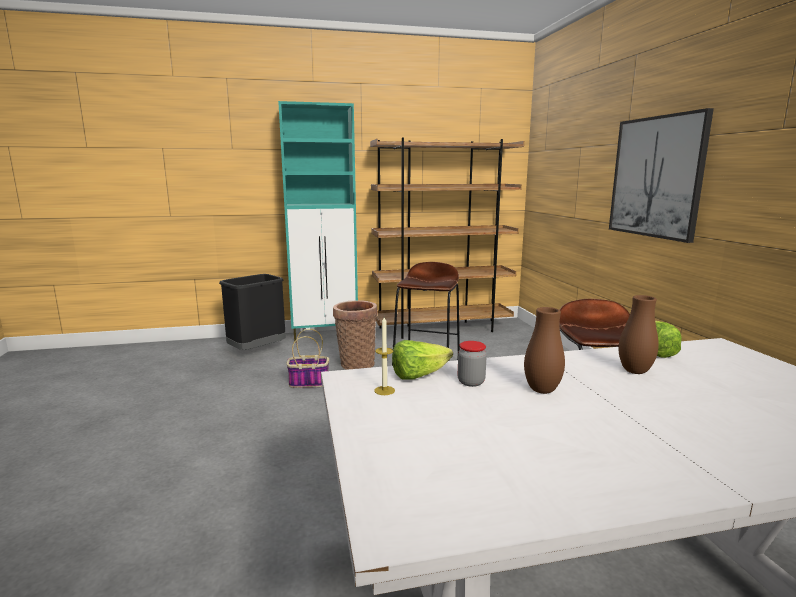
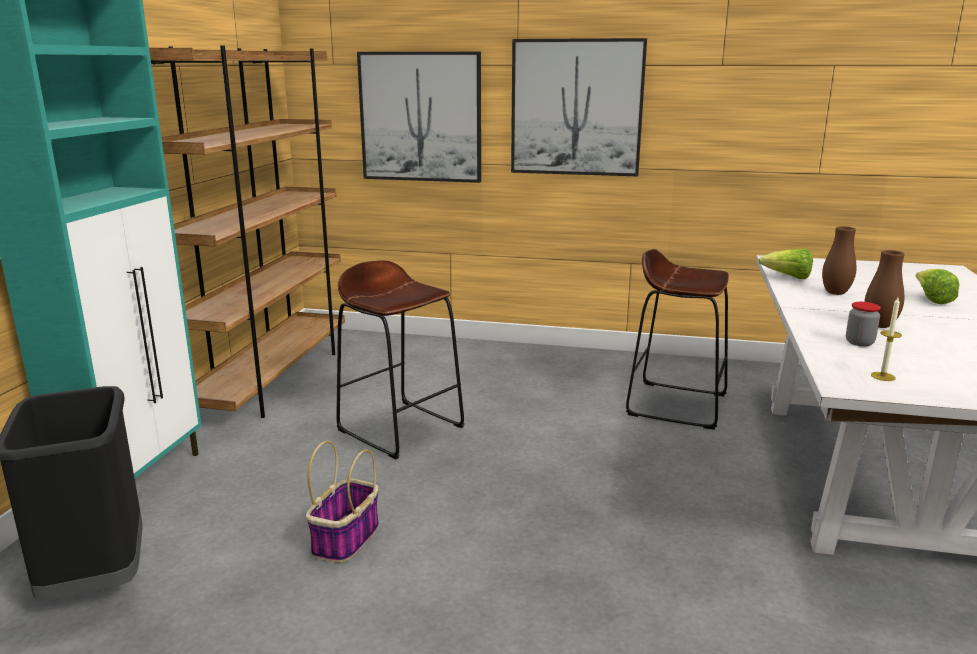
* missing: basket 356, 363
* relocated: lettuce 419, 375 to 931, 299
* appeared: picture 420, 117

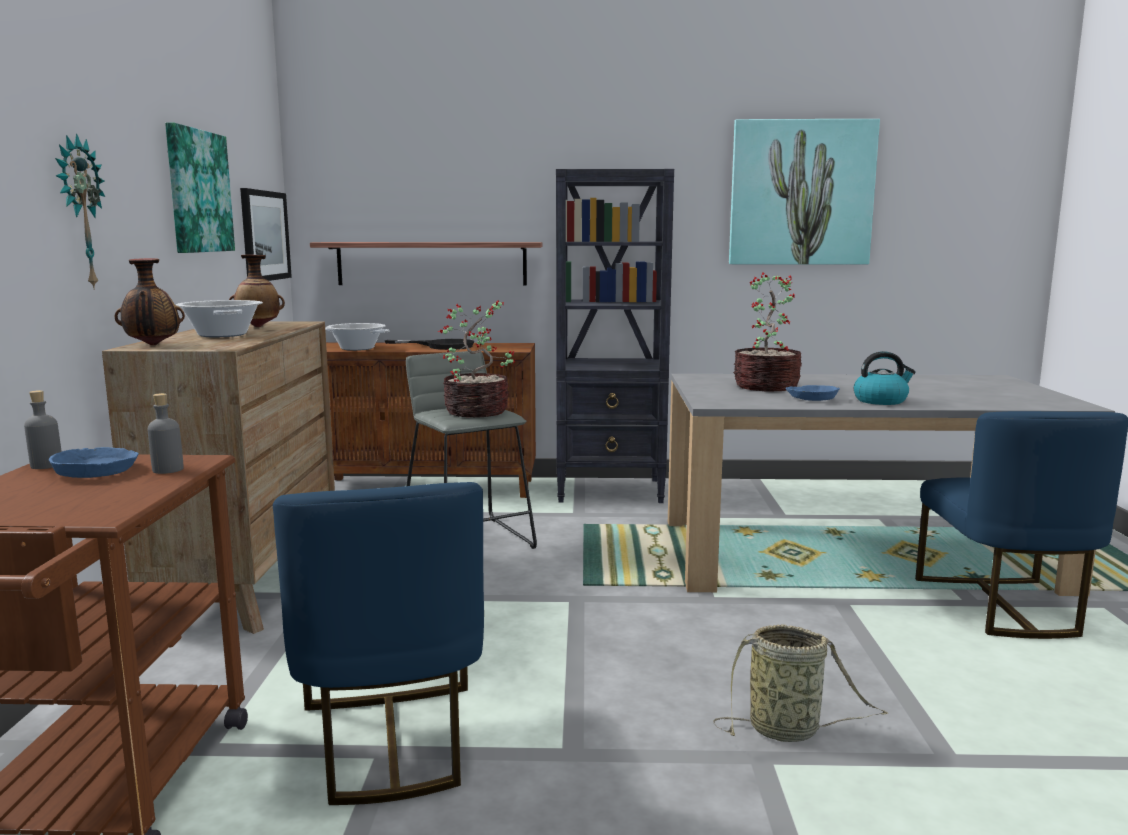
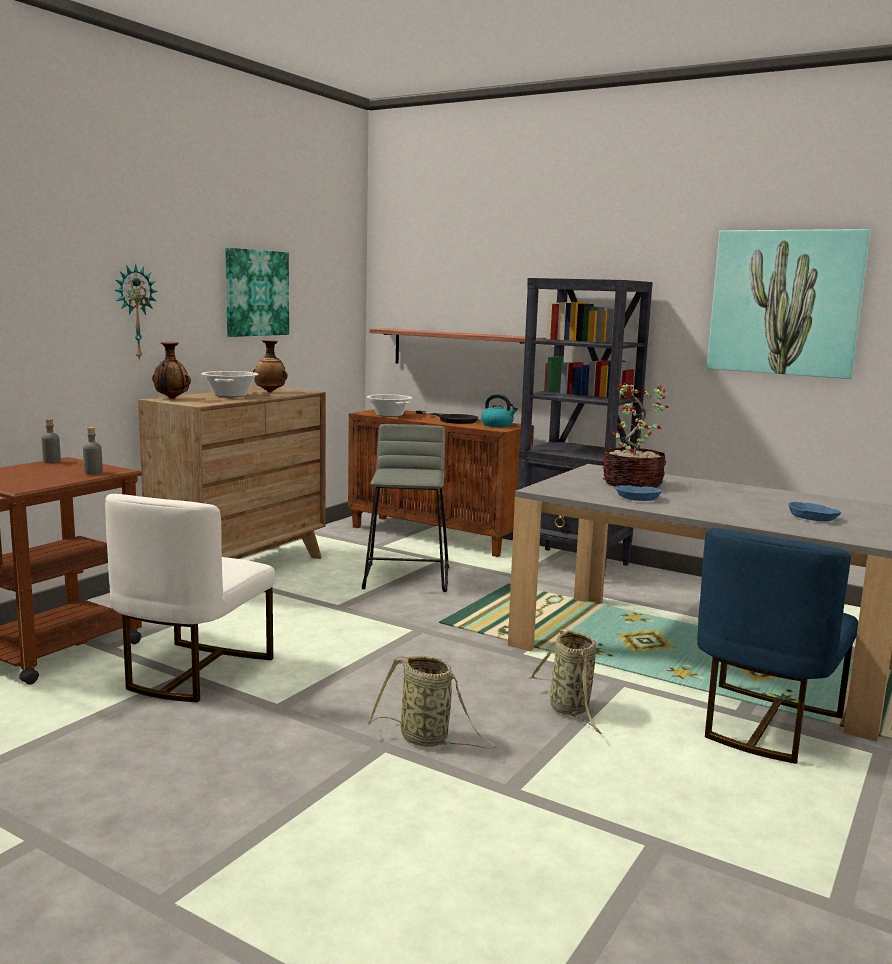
* relocated: blue bowl 97, 471 to 813, 517
* missing: picture 264, 236
* colour: blue chair 390, 742 to white chair 193, 672
* missing: potted plant 478, 411
* relocated: kettle 881, 401 to 497, 425
* appeared: basket 570, 710

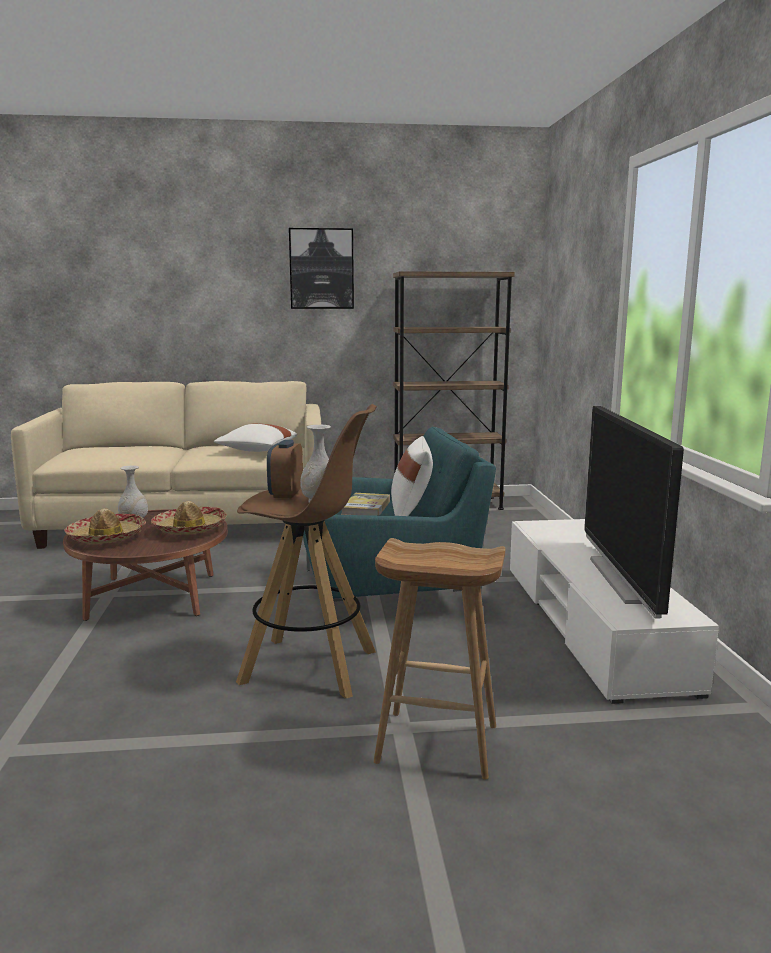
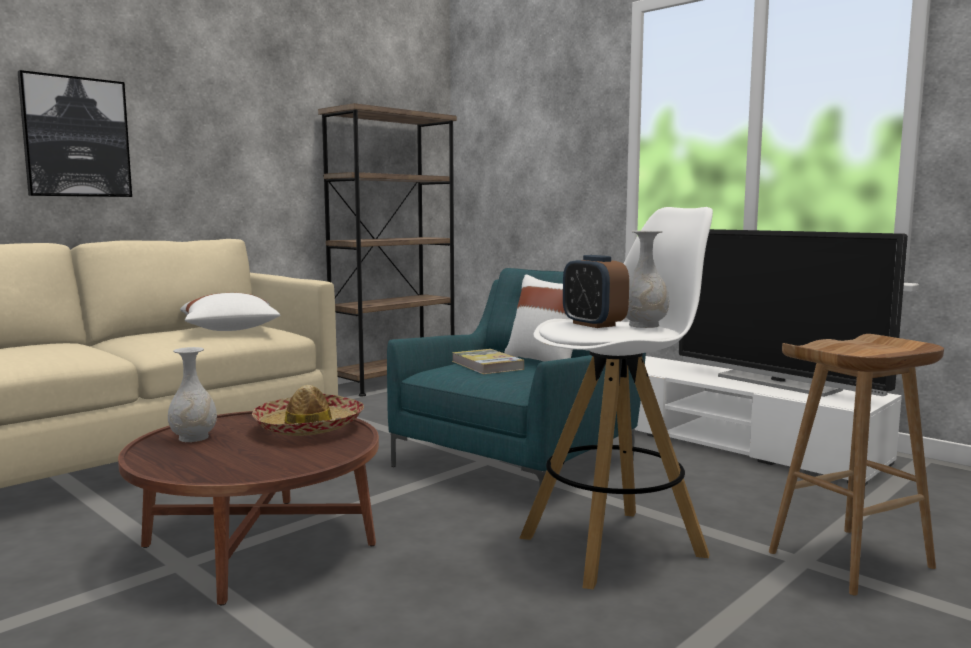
* missing: hat 106, 537
* colour: brown stool 311, 667 to white stool 614, 546
* relocated: picture 321, 269 to 76, 137

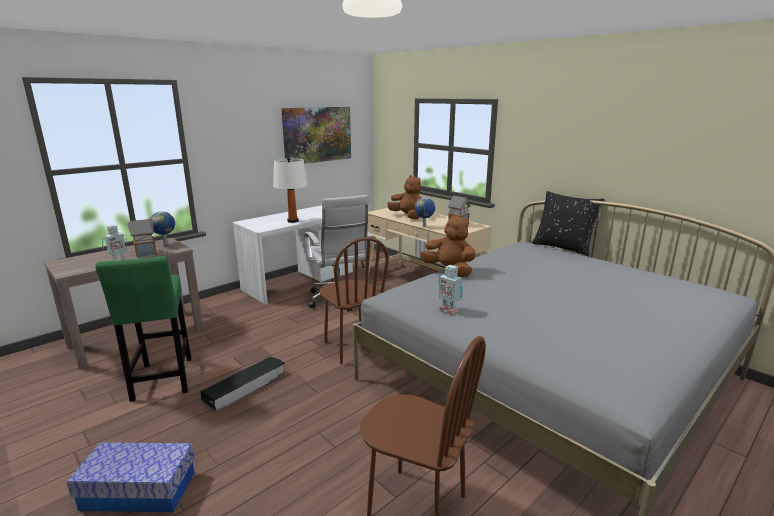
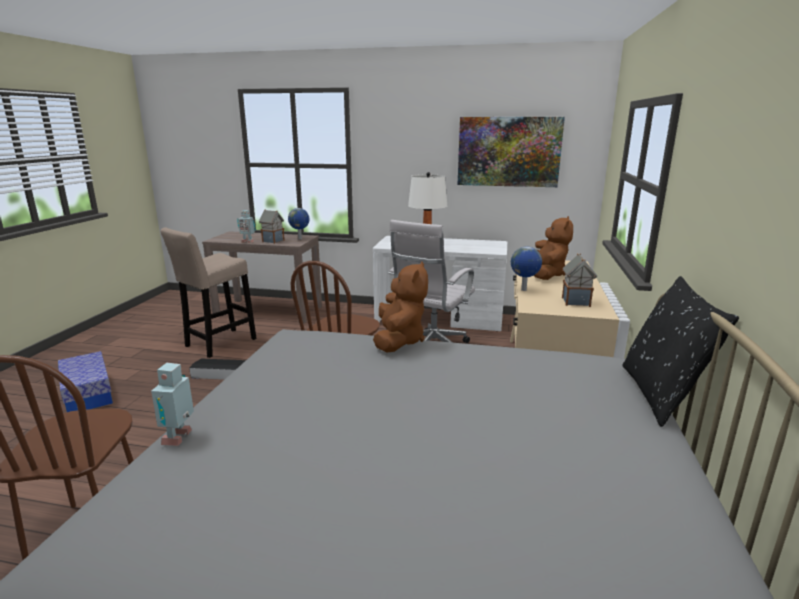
* colour: green stool 163, 381 to beige stool 218, 344
* relocated: toy robot 448, 310 to 180, 437

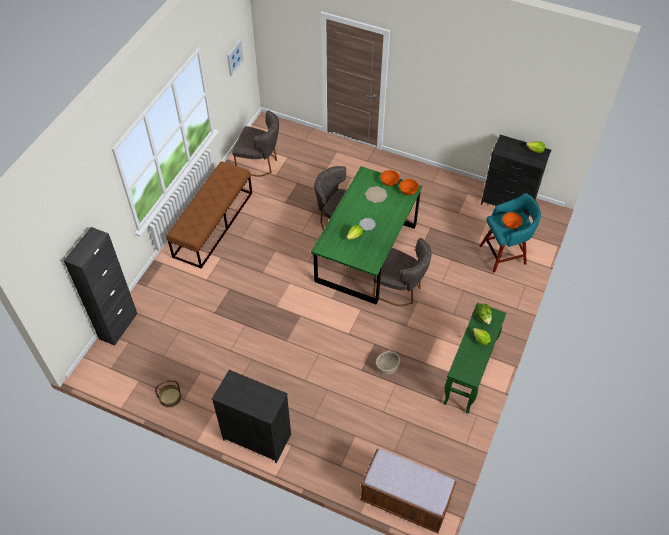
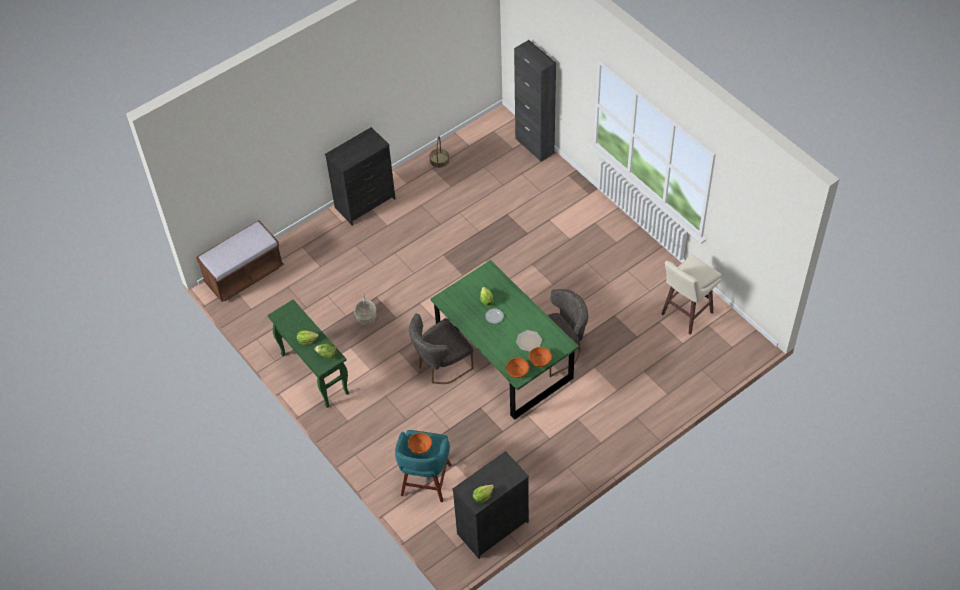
* missing: brown bench 213, 224
* missing: picture 234, 57
* exchanged: grey chair 260, 163 to beige stool 685, 314

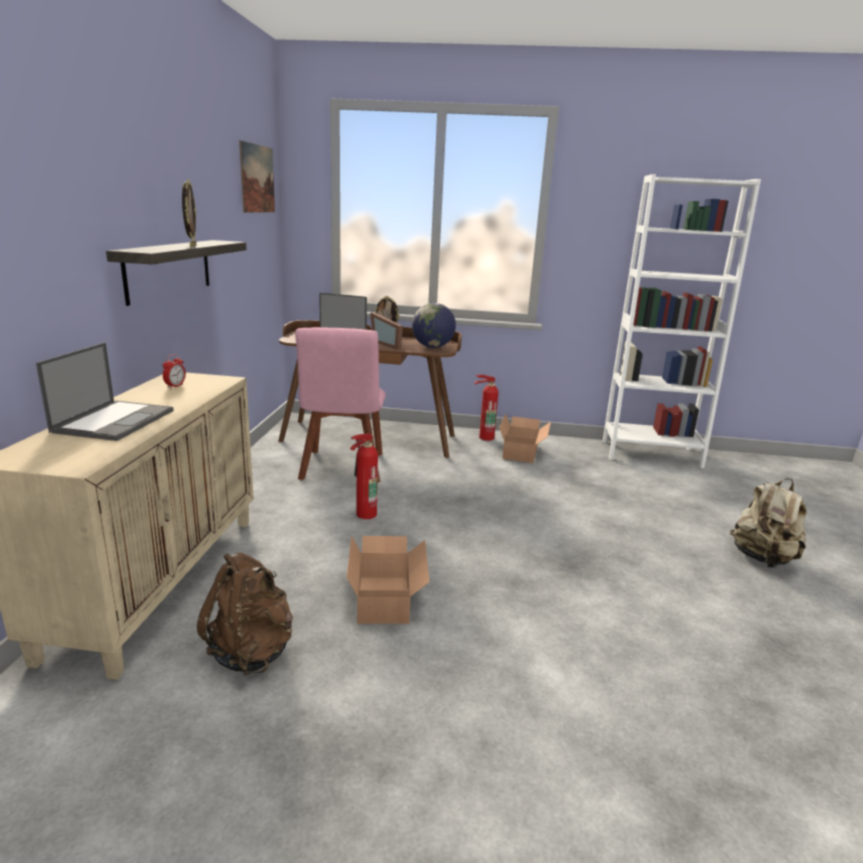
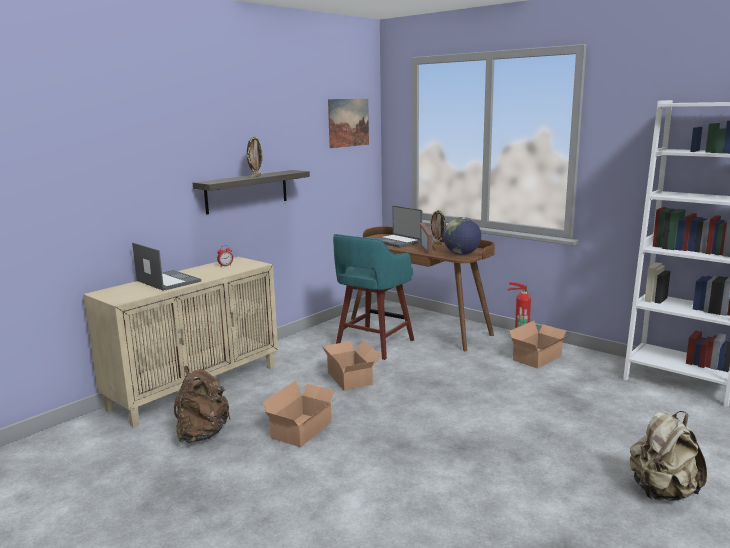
* spun: laptop 115, 420 = 167, 281 90 degrees counterclockwise
* exchanged: pink chair 342, 468 to turquoise stool 373, 345
* exchanged: fire extinguisher 363, 514 to cardboard box 351, 377

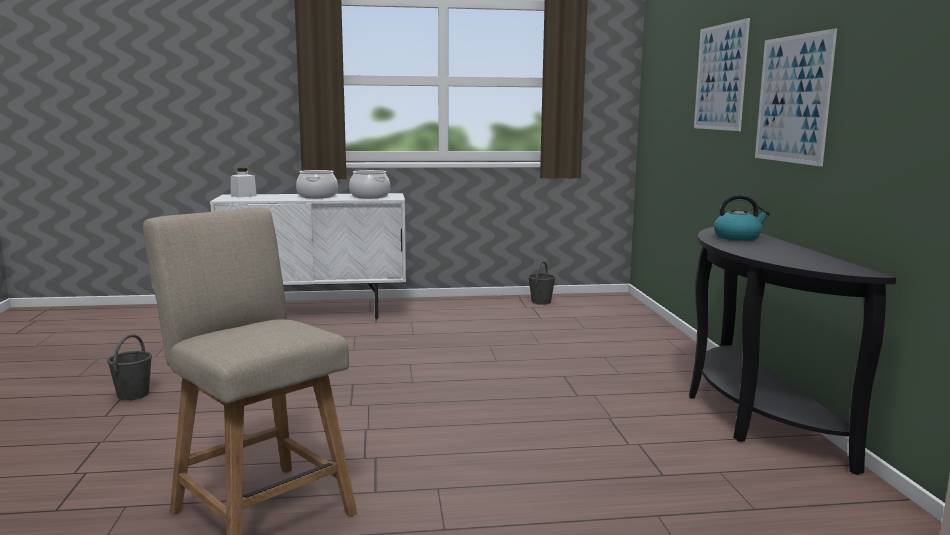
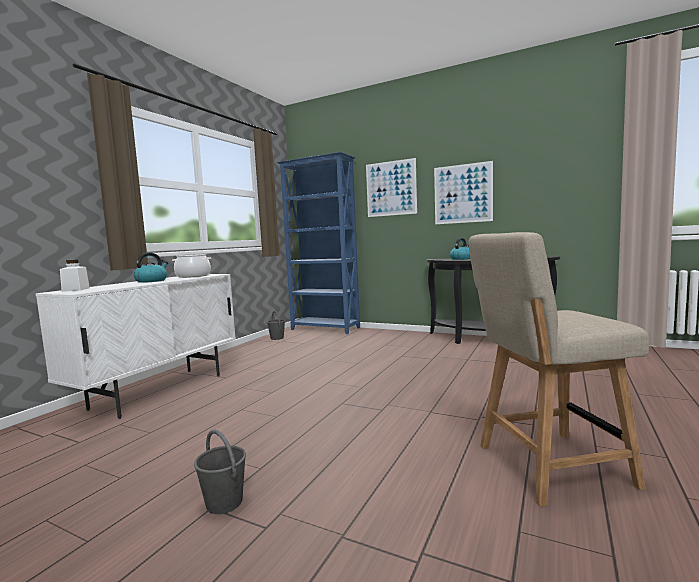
* exchanged: cooking pot 317, 196 to kettle 152, 281
* appeared: blue bookcase 325, 329

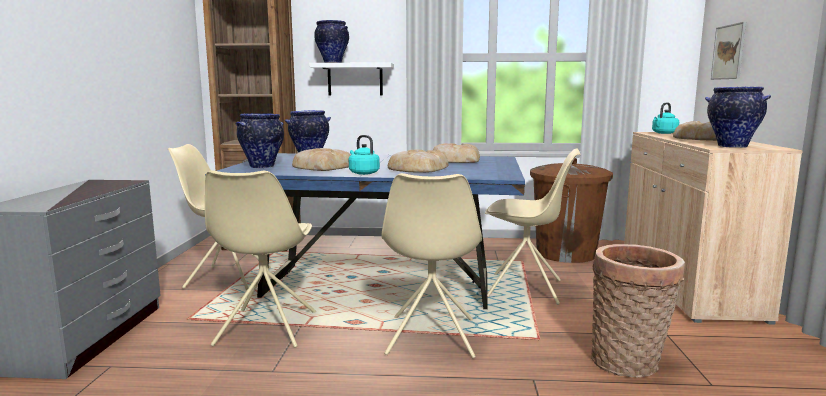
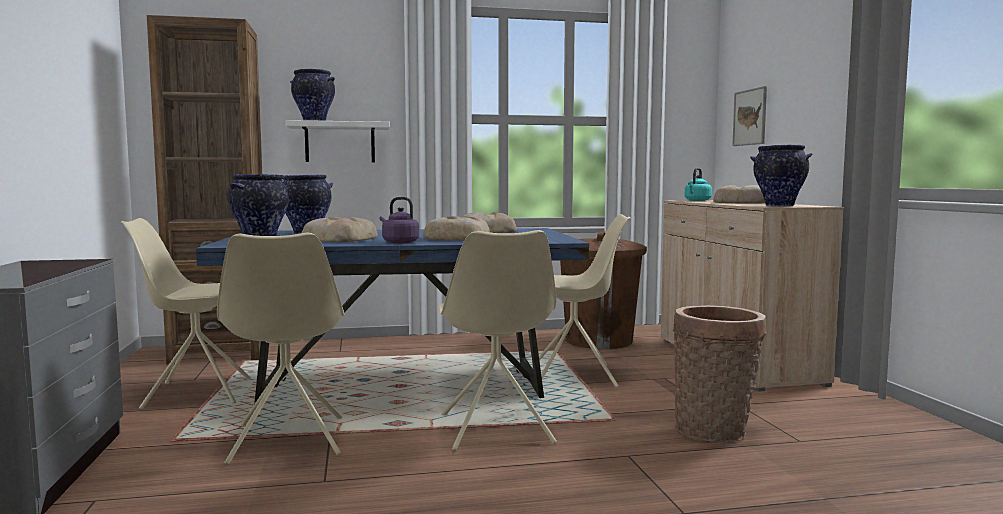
* colour: turquoise kettle 363, 173 to purple kettle 399, 242

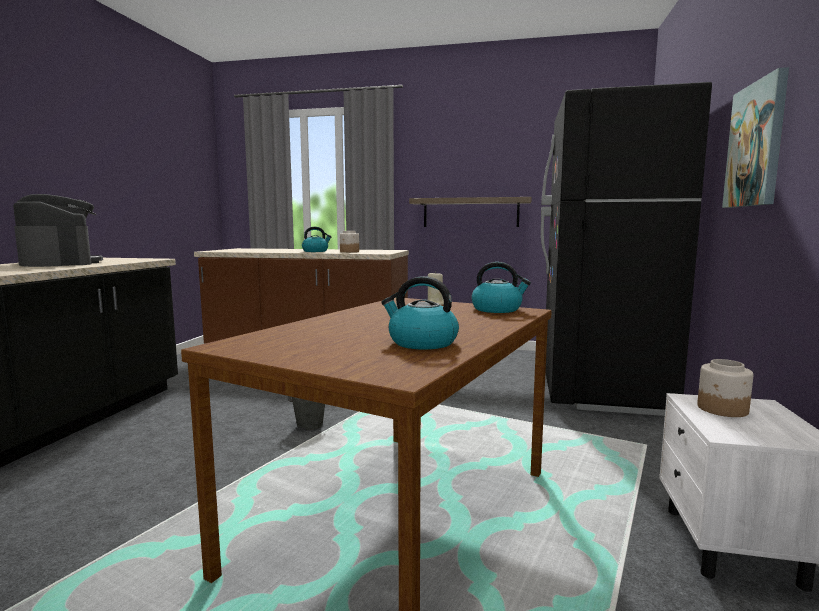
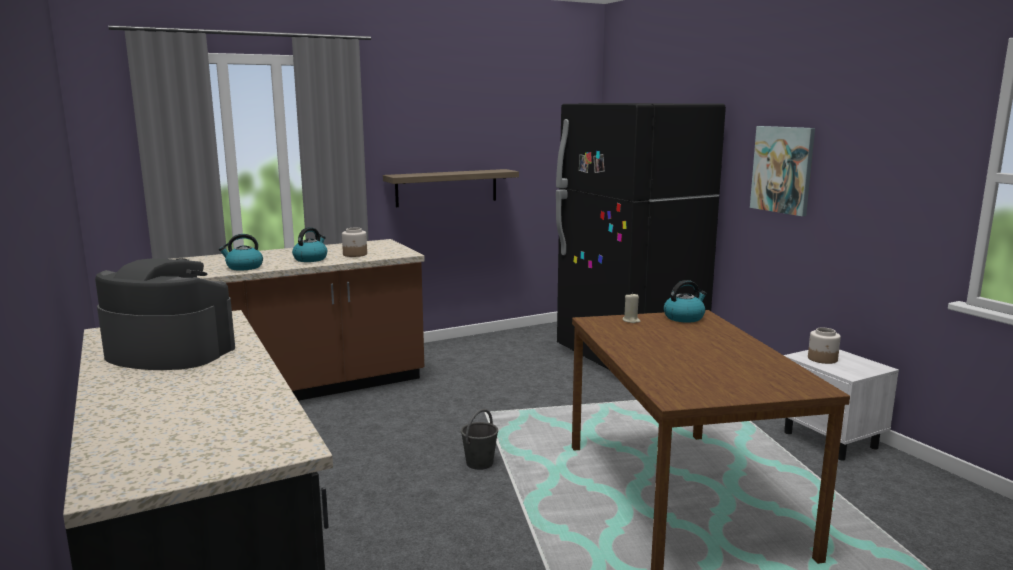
* relocated: kettle 421, 343 to 244, 267

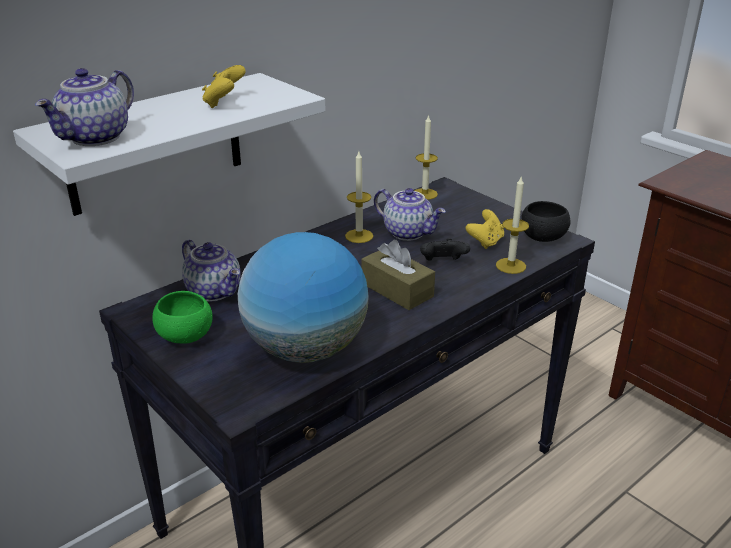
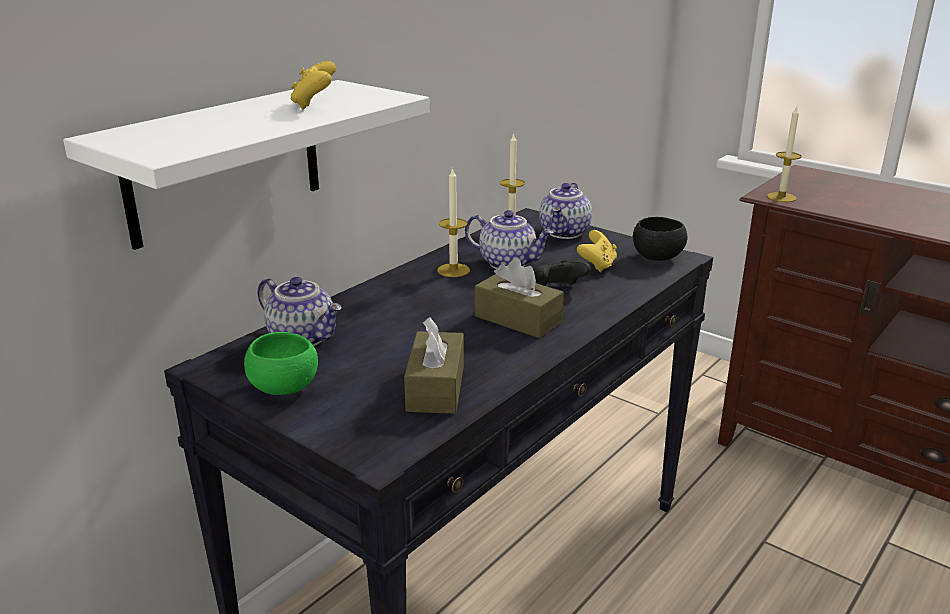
* relocated: teapot 96, 138 to 565, 233
* exchanged: globe 306, 349 to brown tissue box 436, 388
* relocated: candle 510, 266 to 781, 197

